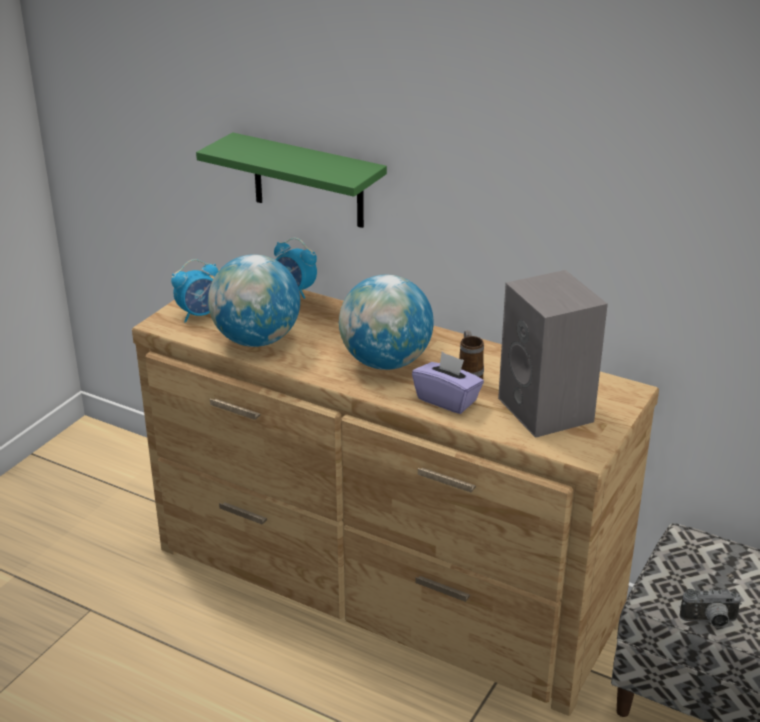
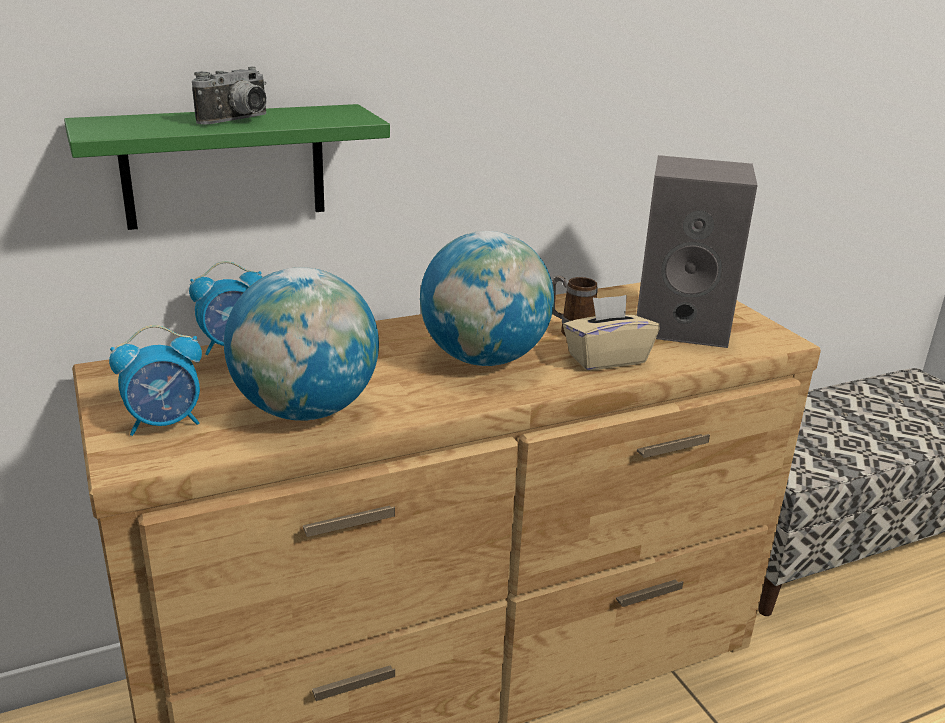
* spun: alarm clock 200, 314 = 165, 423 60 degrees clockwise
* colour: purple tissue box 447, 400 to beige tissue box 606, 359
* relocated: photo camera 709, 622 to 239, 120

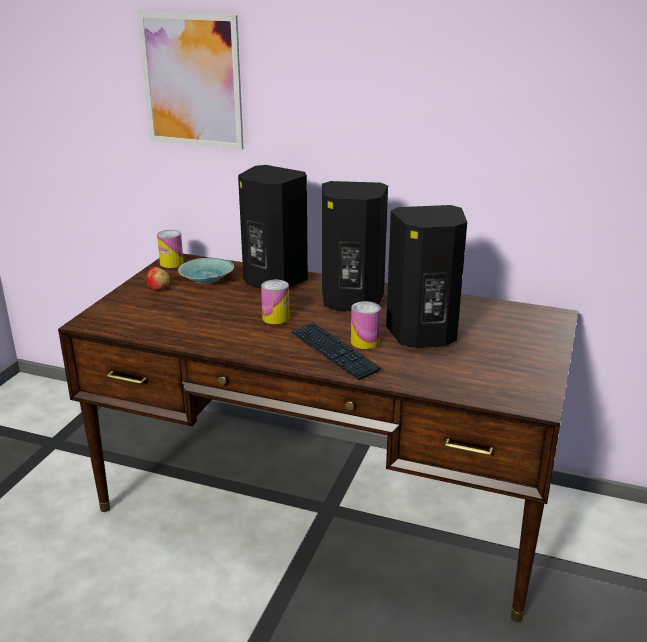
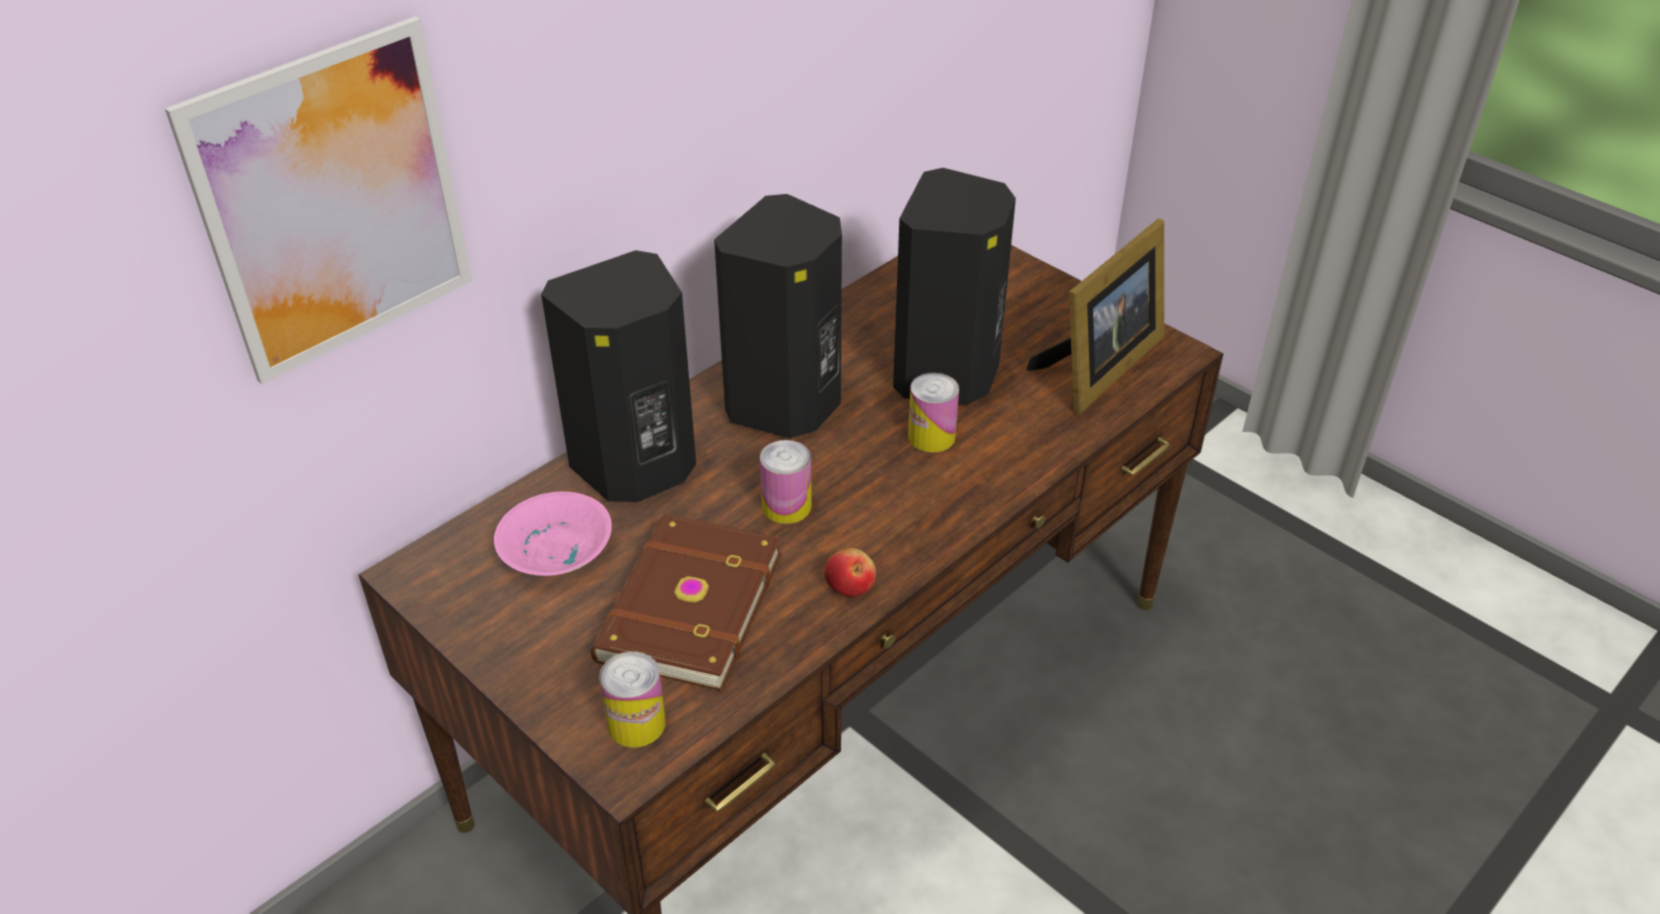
* relocated: apple 158, 288 to 850, 585
* relocated: can 171, 263 to 636, 723
* colour: turquoise bowl 205, 279 to pink bowl 555, 553
* missing: keyboard 333, 352
* appeared: brown book 686, 606
* appeared: picture frame 1099, 368

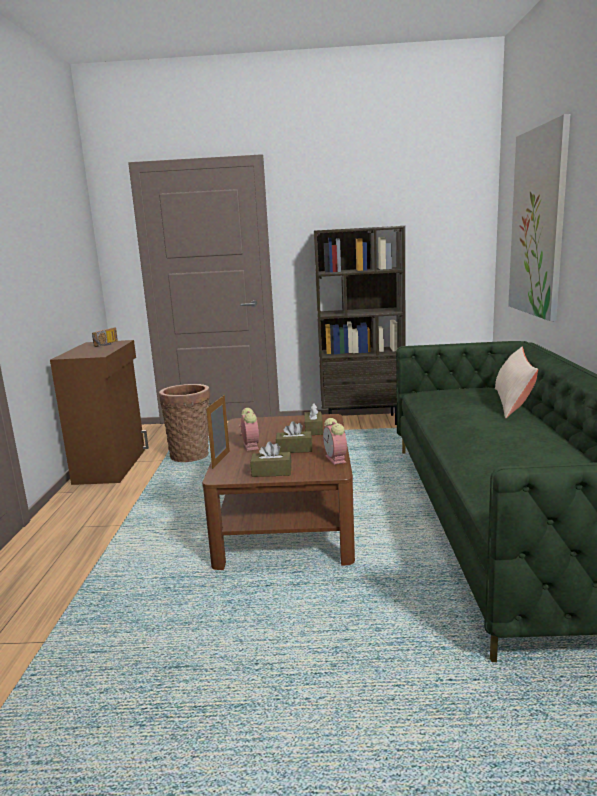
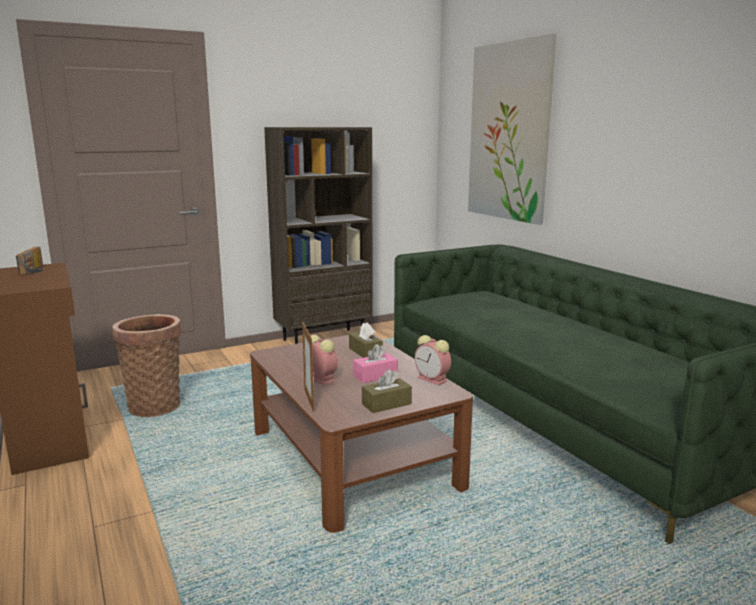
* colour: brown tissue box 294, 449 to pink tissue box 375, 376
* missing: beige pillow 513, 402

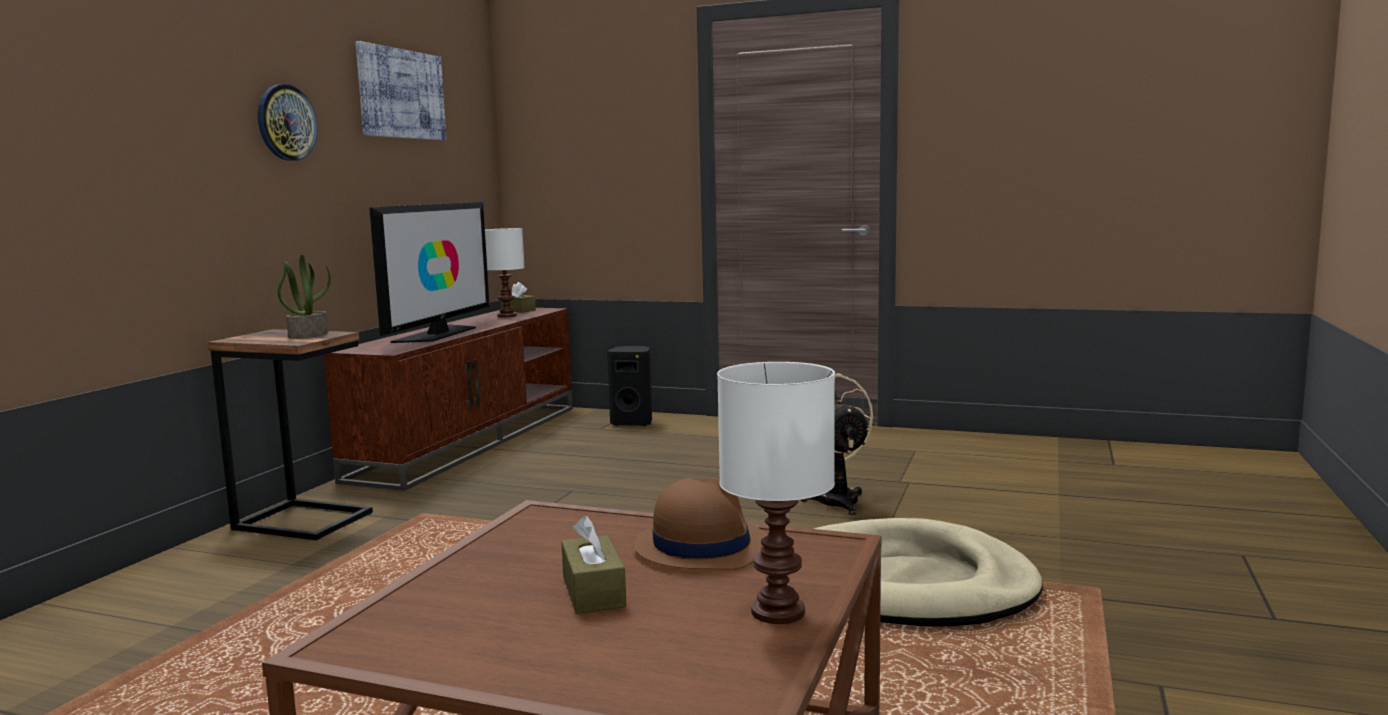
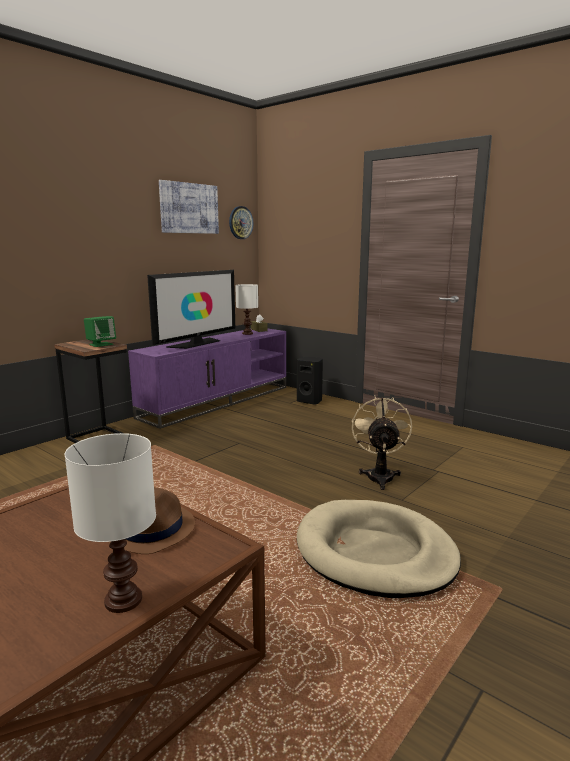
* relocated: wall clock 286, 122 to 240, 222
* exchanged: potted plant 308, 335 to green speaker 101, 344
* colour: brown tv stand 469, 441 to purple tv stand 217, 401
* missing: brown tissue box 593, 591

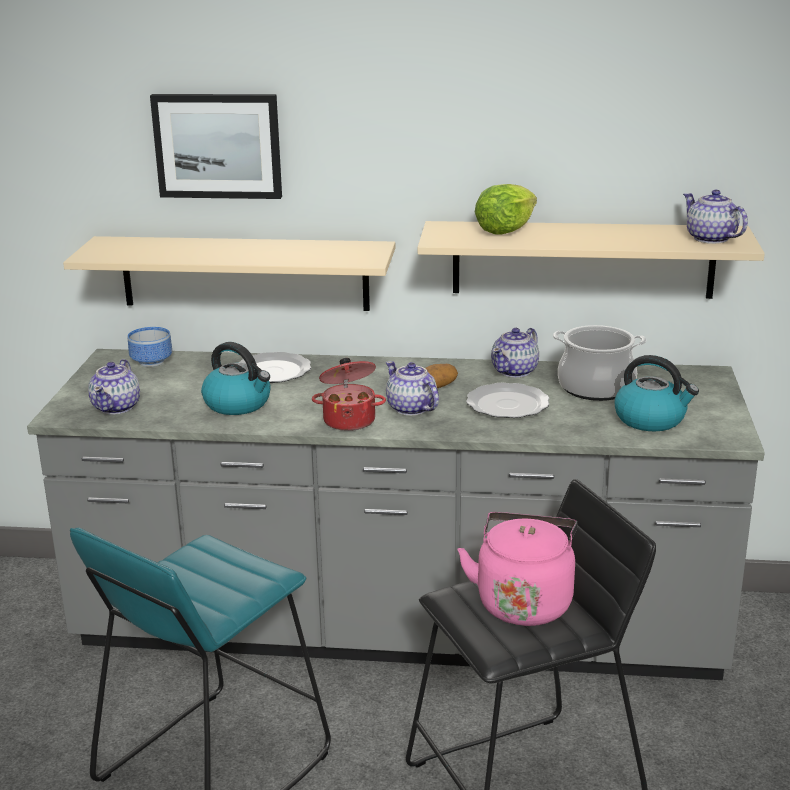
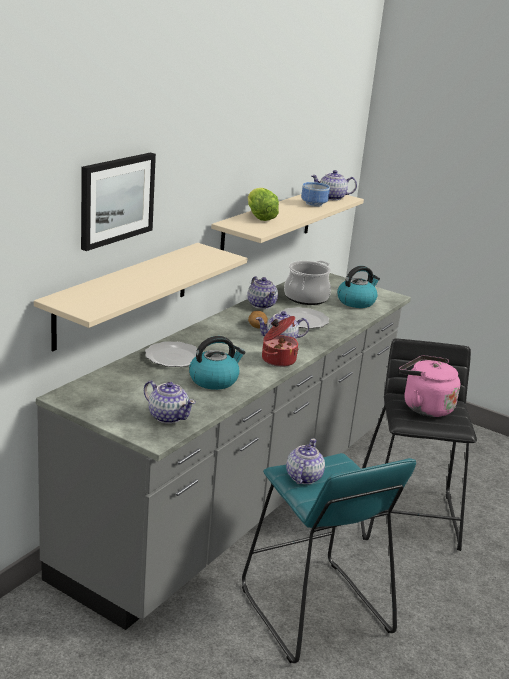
* relocated: bowl 153, 361 to 313, 204
* appeared: teapot 303, 477

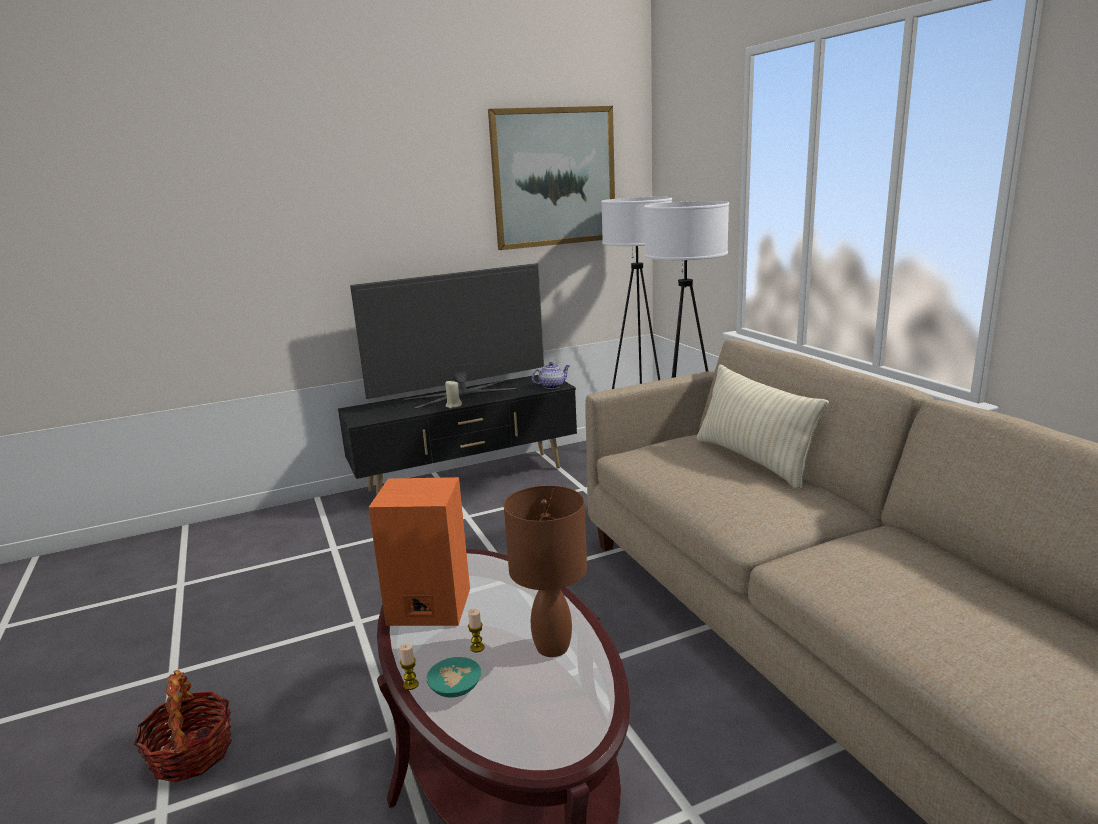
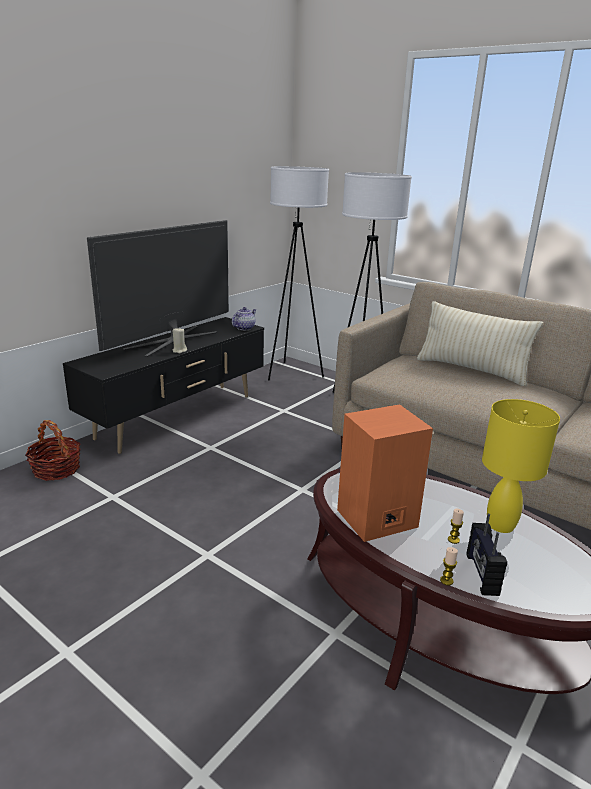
* relocated: basket 191, 754 to 56, 469
* exchanged: turquoise bowl 455, 689 to radio 481, 574
* missing: picture 554, 177
* colour: brown table lamp 553, 647 to yellow table lamp 501, 525

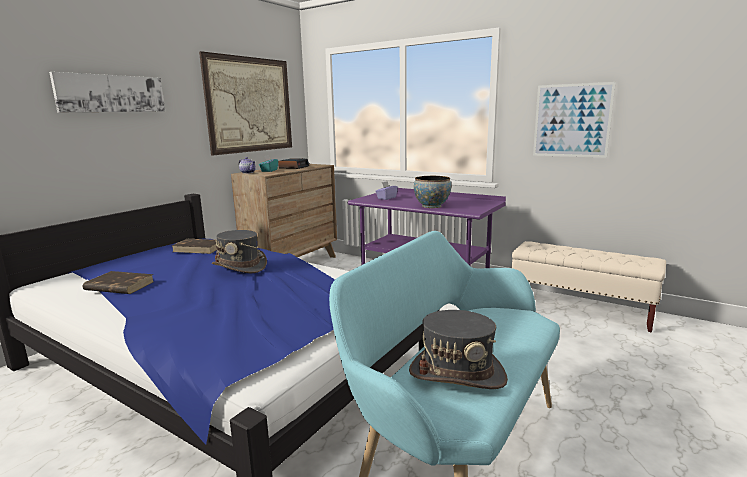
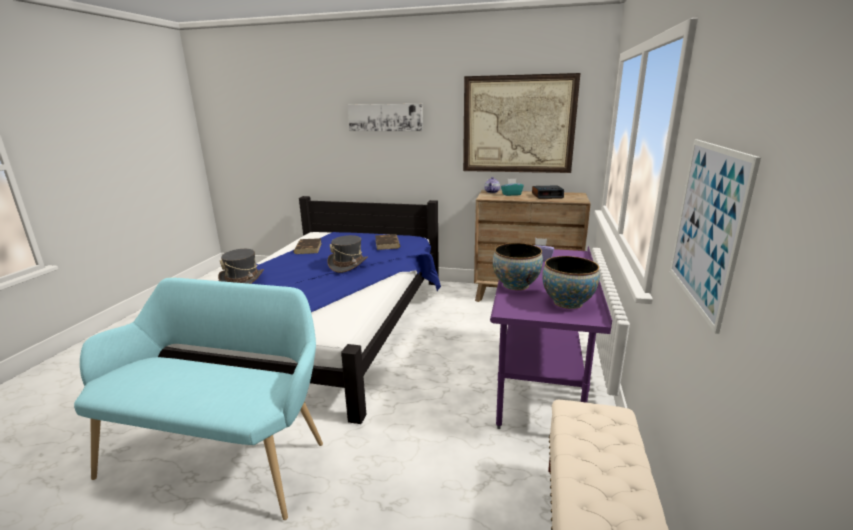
* relocated: grey hat 457, 374 to 242, 280
* appeared: bowl 567, 302

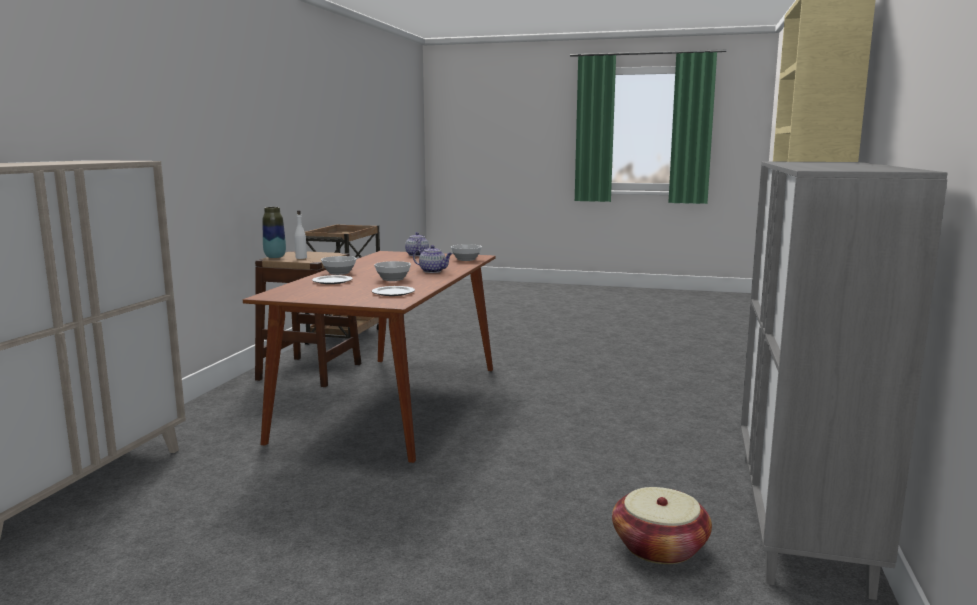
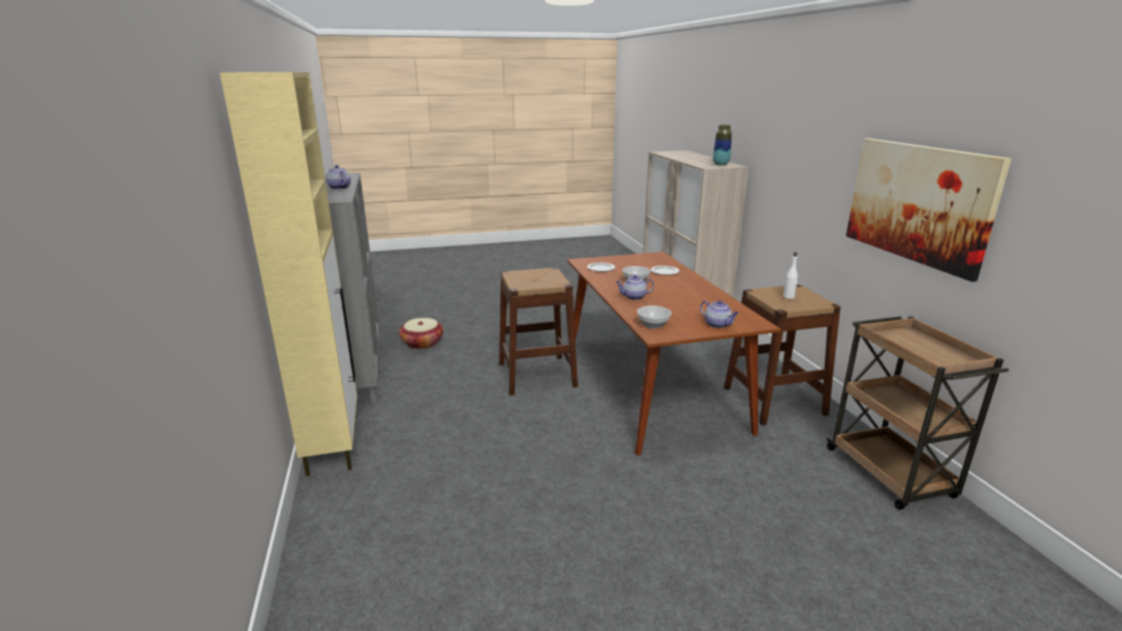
* relocated: vase 275, 257 to 720, 164
* missing: bowl 338, 273
* appeared: teapot 339, 188
* appeared: brown stool 536, 374
* appeared: picture 918, 203

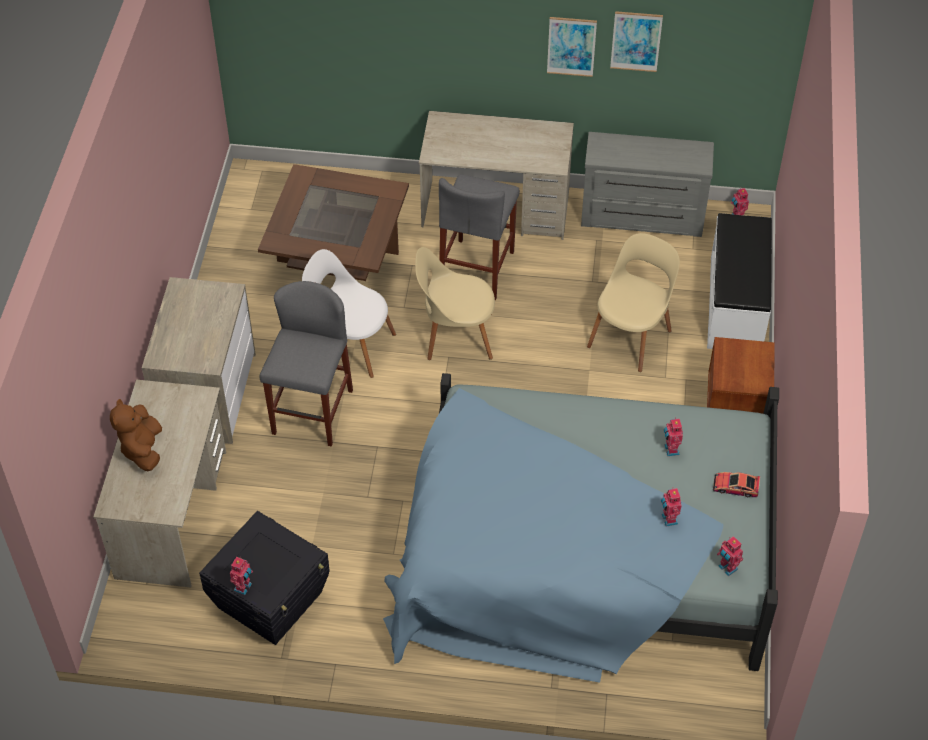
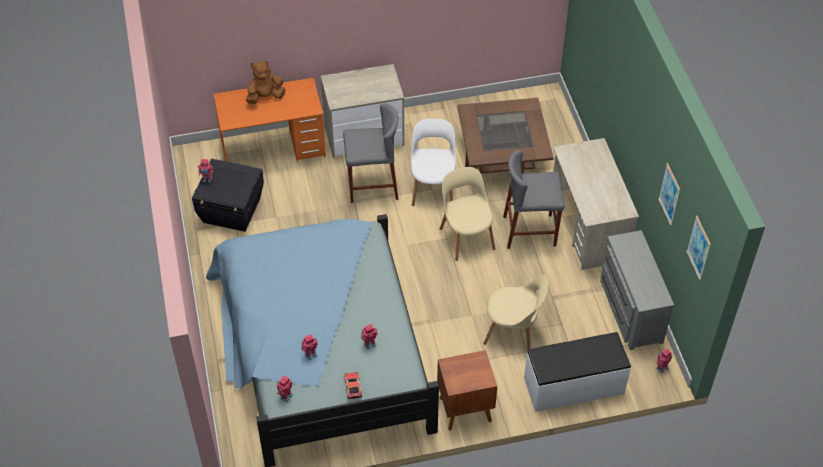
* colour: beige desk 172, 514 to orange desk 273, 149
* relocated: picture 571, 46 to 699, 247

